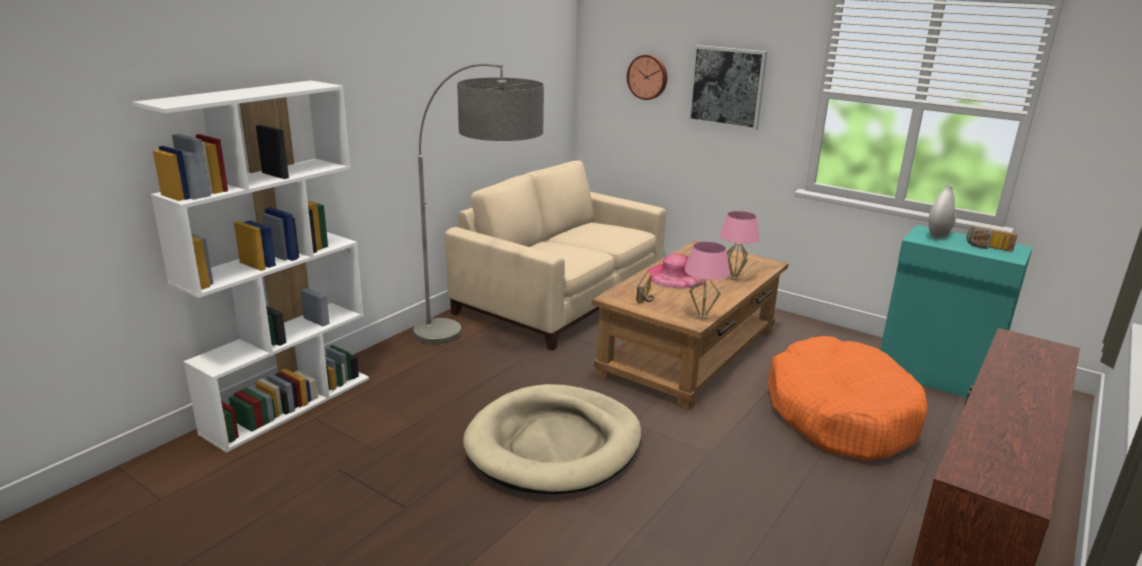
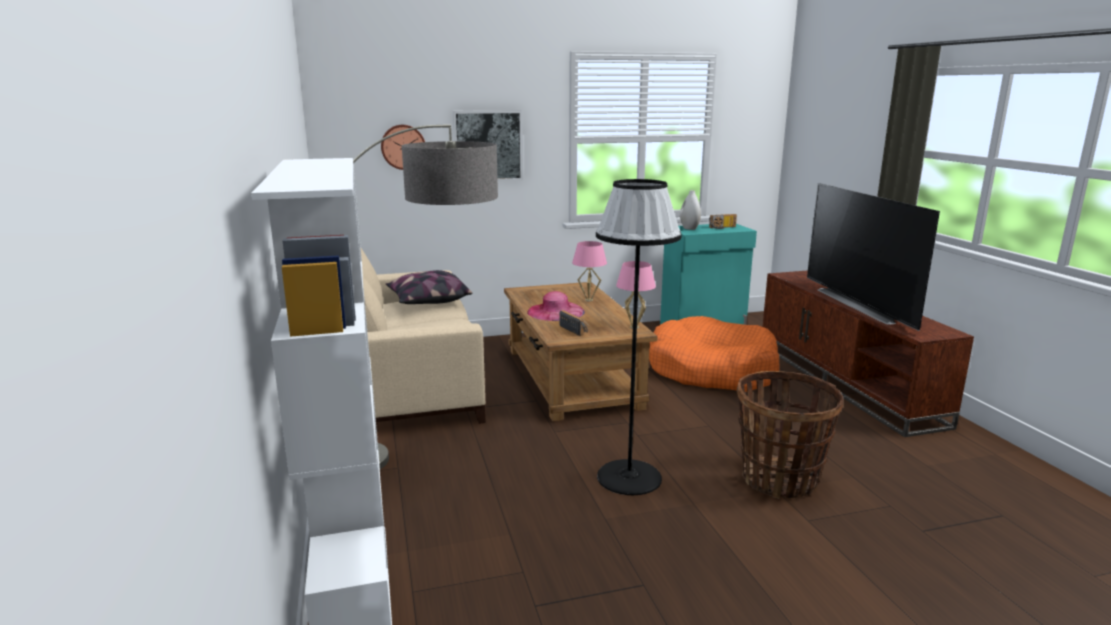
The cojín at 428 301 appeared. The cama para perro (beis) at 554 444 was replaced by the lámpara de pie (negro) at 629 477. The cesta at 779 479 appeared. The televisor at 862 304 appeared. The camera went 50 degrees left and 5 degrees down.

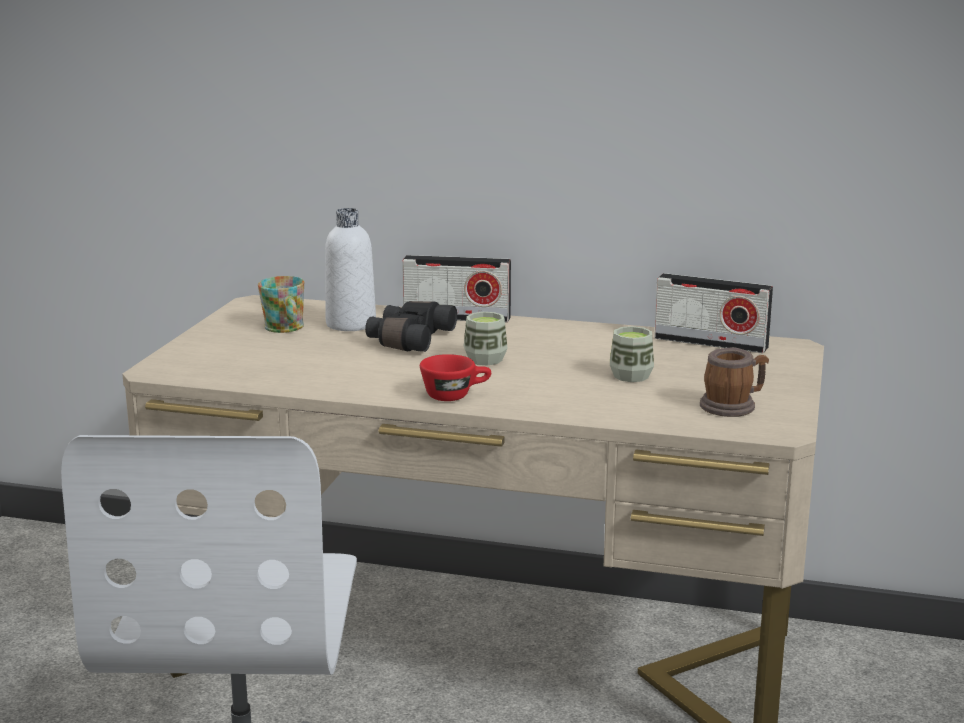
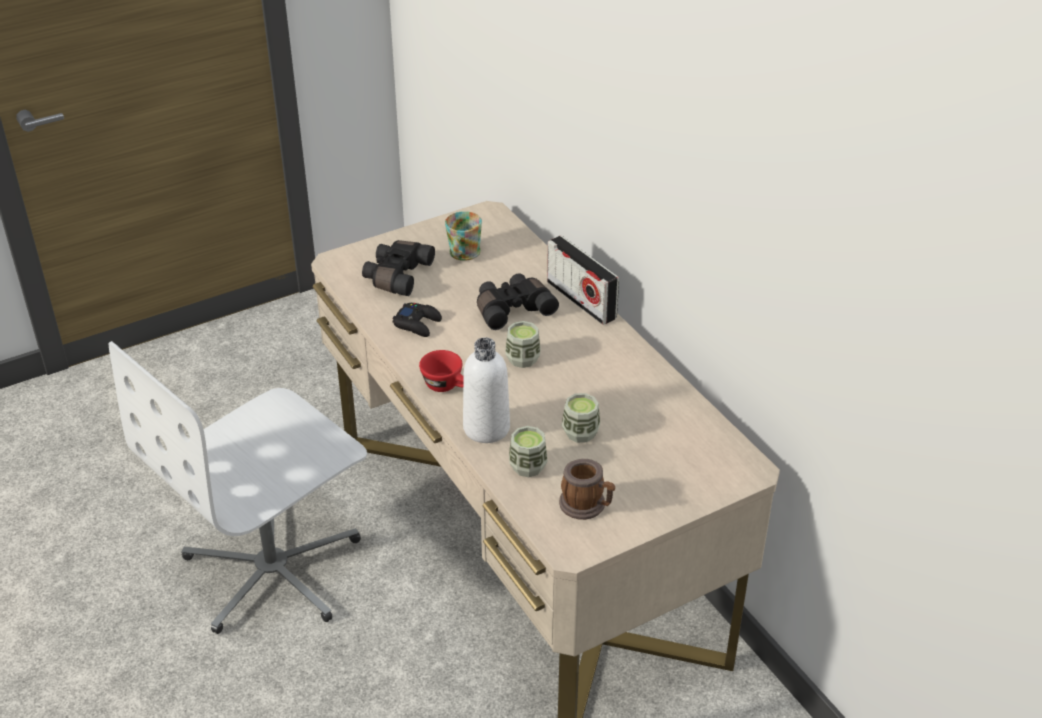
The prismáticos (negro) at 396 275 appeared. The mando de consola (negro) at 418 324 appeared. The botella (blanco) moved from 351 324 to 486 428. The taza at 528 466 appeared. The radio at 711 343 disappeared. The camera went 45 degrees right and 20 degrees up.

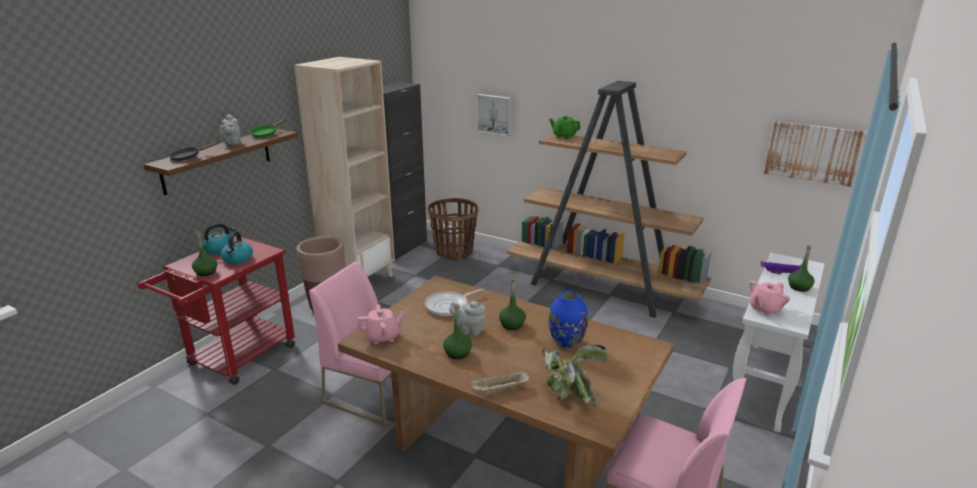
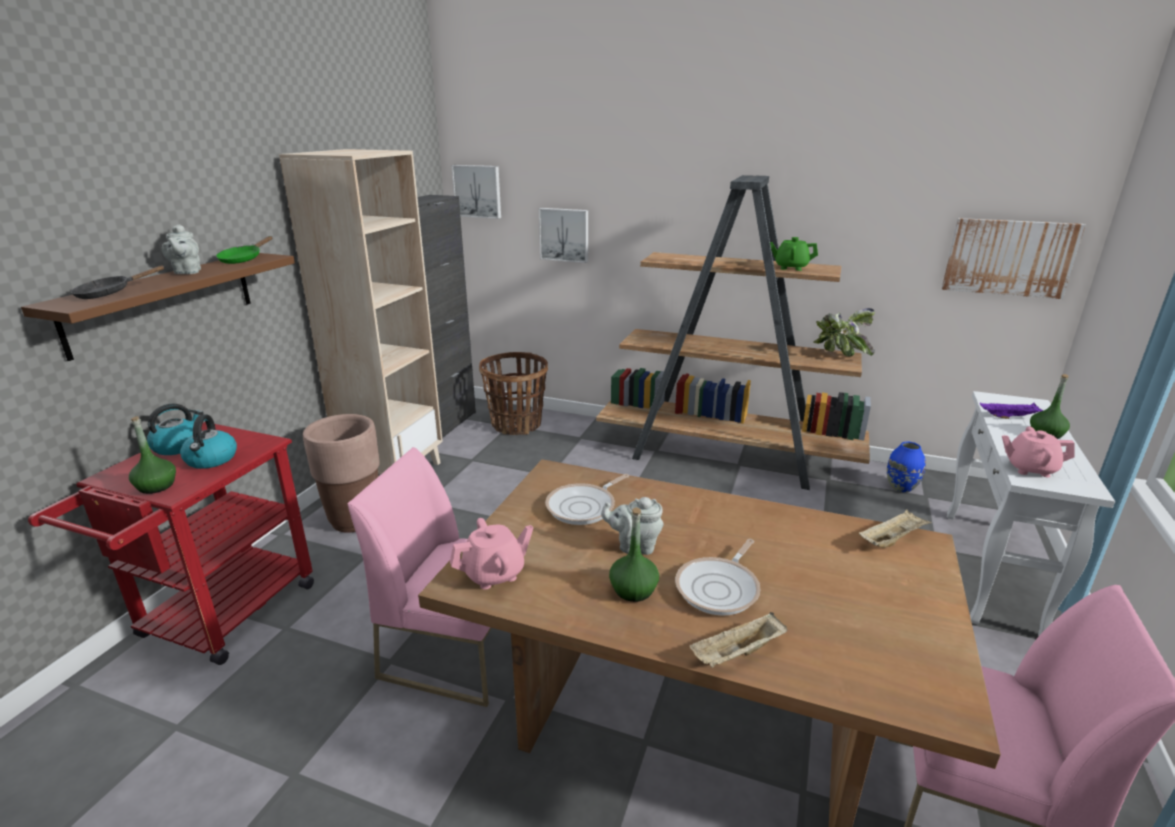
The cuadro at 478 191 appeared. The sartén at 720 588 appeared. The tetera (verde) moved from 564 136 to 790 268. The planta en maceta moved from 567 394 to 839 355. The bandeja (beis) at 891 539 appeared. The florero (azul) moved from 566 342 to 900 487. The tetera (rosa) at 765 309 turned 60 degrees clockwise. The botella (verde) at 512 324 disappeared. The camera went 10 degrees left and 0 degrees up.

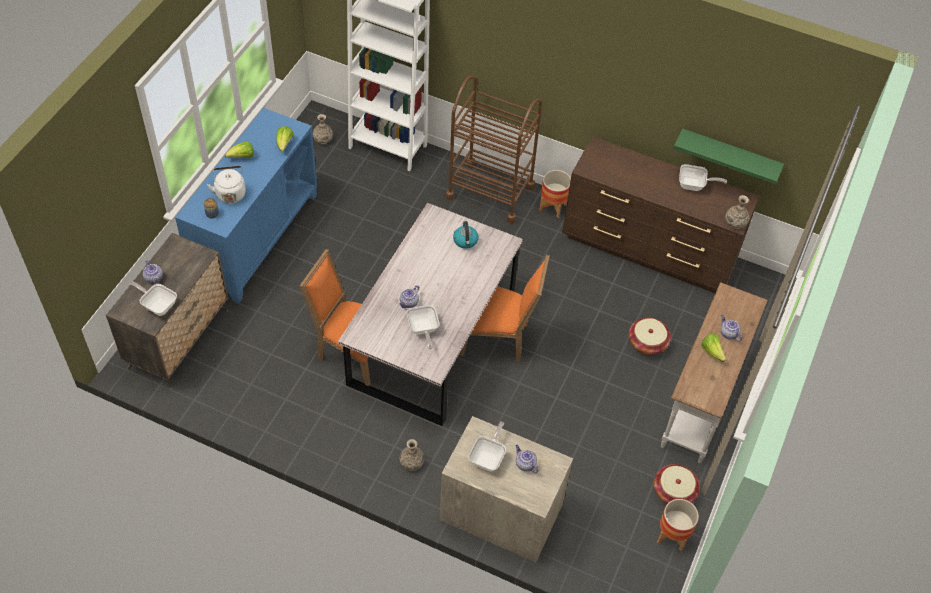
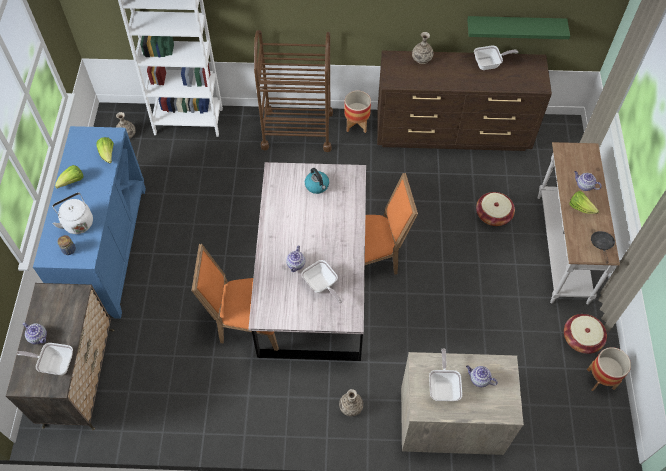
The florero moved from 735 222 to 422 58. The sartén (negro) at 601 245 appeared. The camera went 20 degrees left and 5 degrees up.

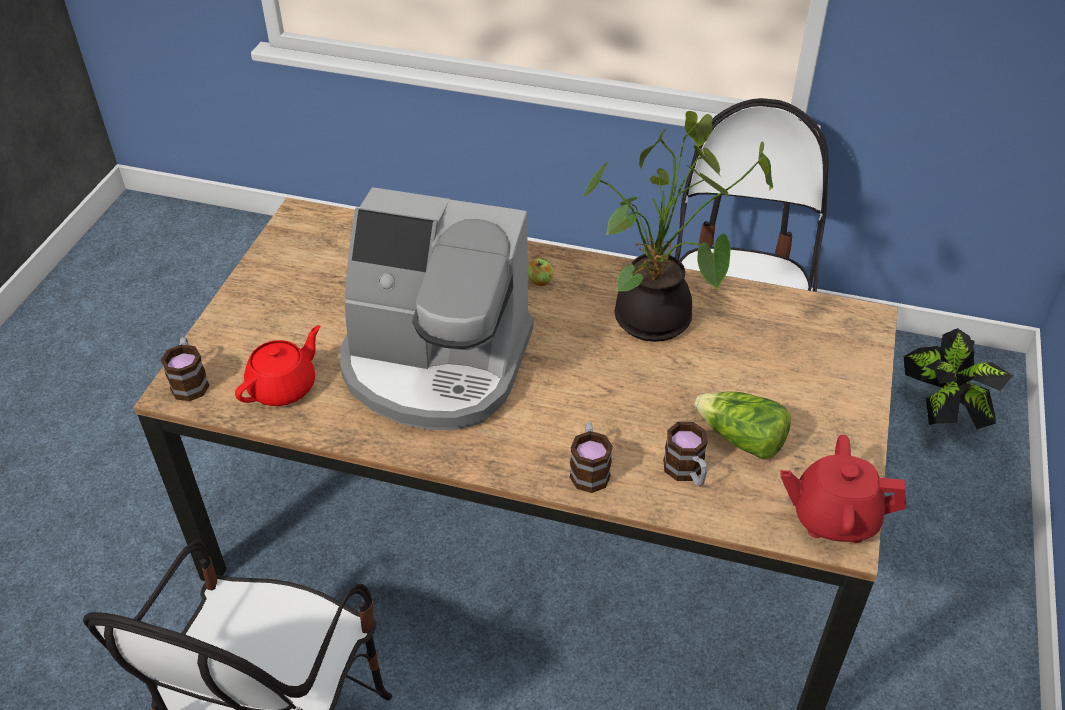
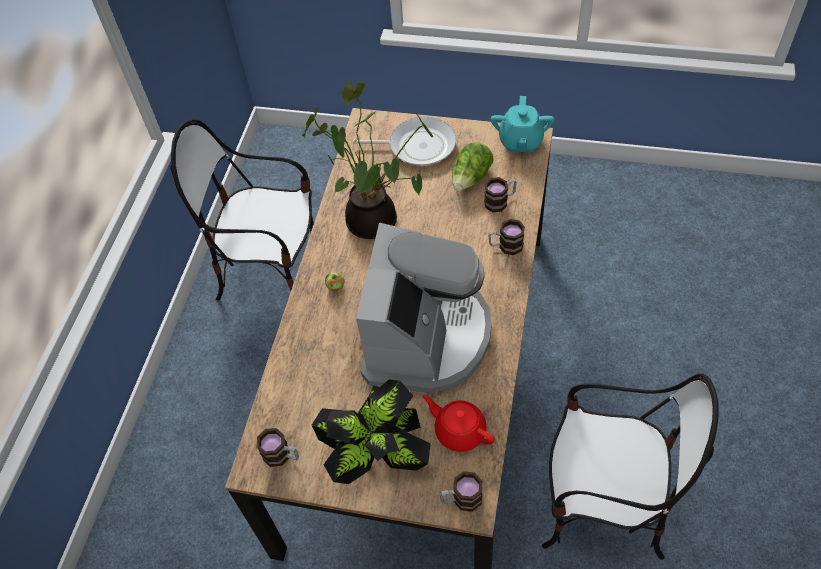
The taza grande at 282 456 appeared. The planta en maceta moved from 942 415 to 377 457. The sartén at 418 146 appeared. The tetera (rojo) at 833 518 became the tetera (turquesa) at 520 141. The camera went 90 degrees left and 10 degrees up.

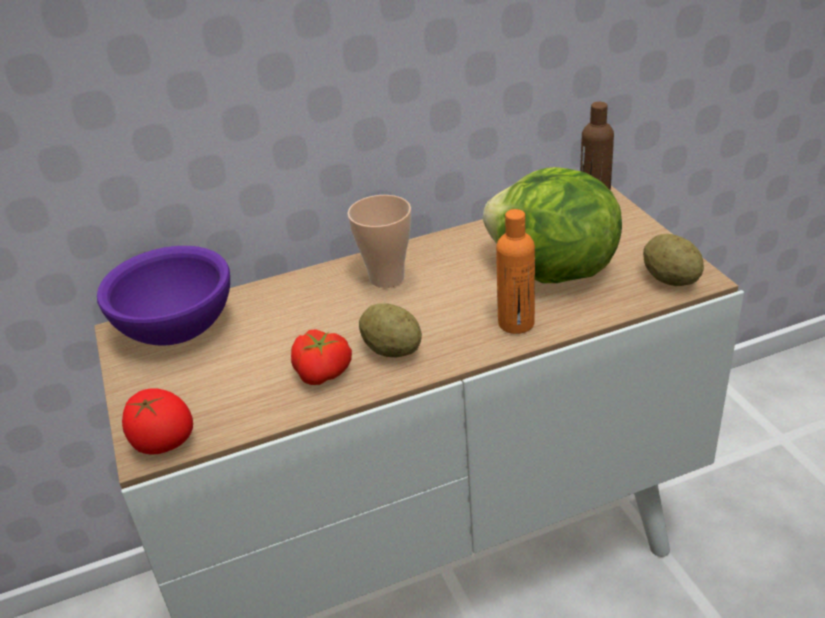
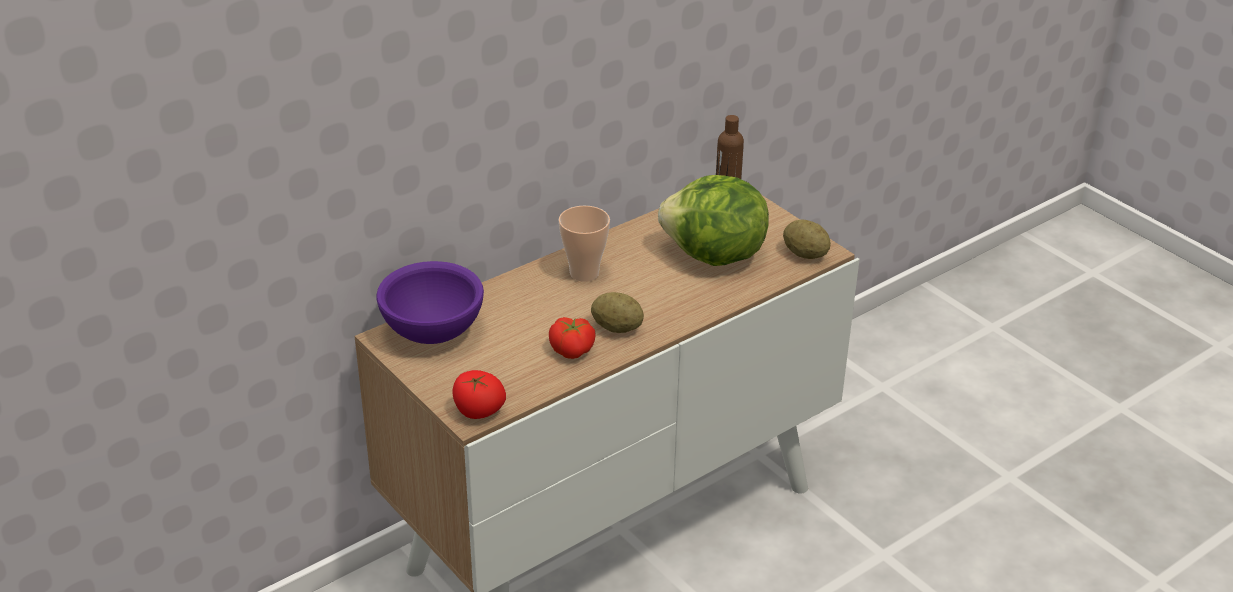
The botella (naranja) at 516 323 disappeared. The camera went 20 degrees left and 0 degrees up.

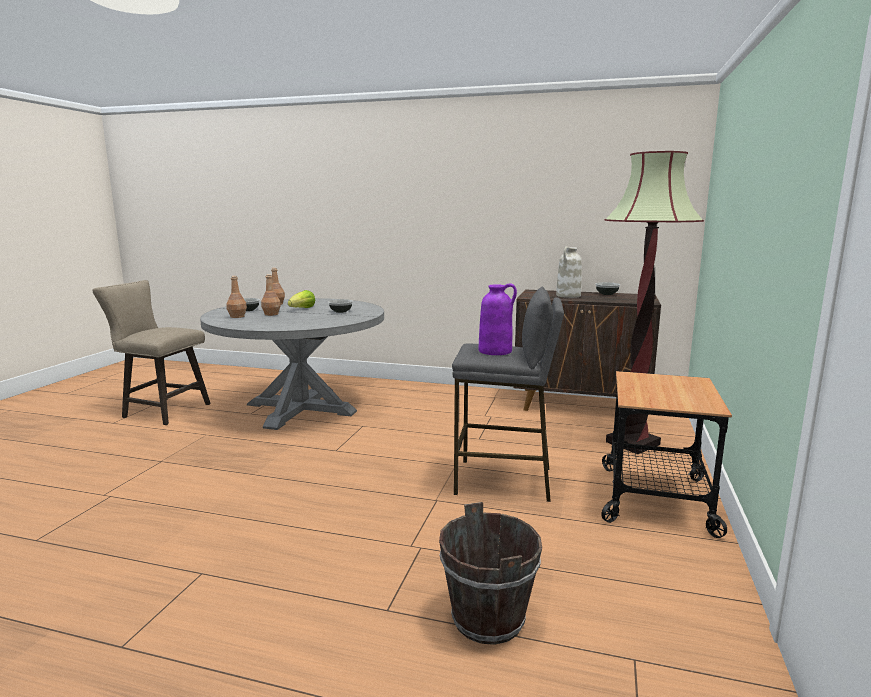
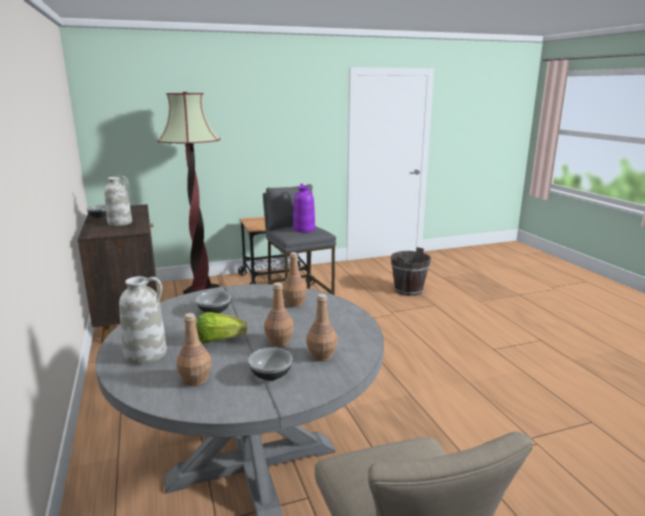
The florero (blanco) at 146 354 appeared. The botella (marrón) at 294 303 appeared. The camera went 125 degrees left and 5 degrees up.

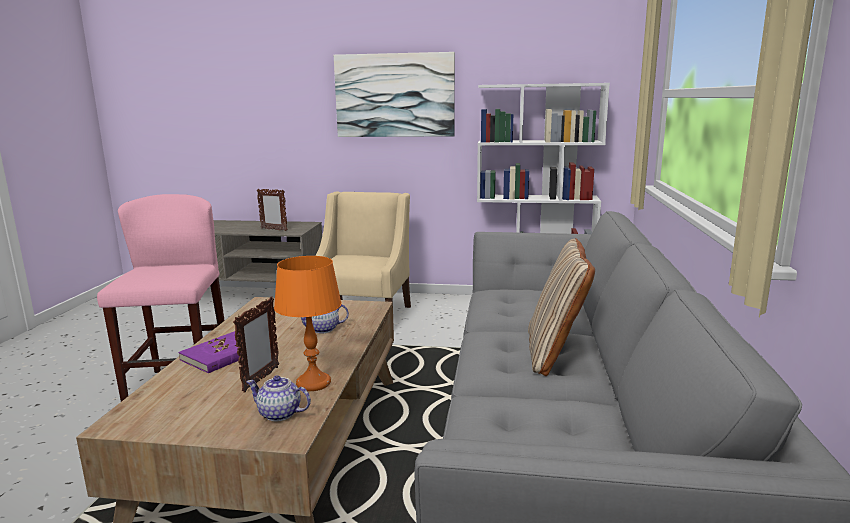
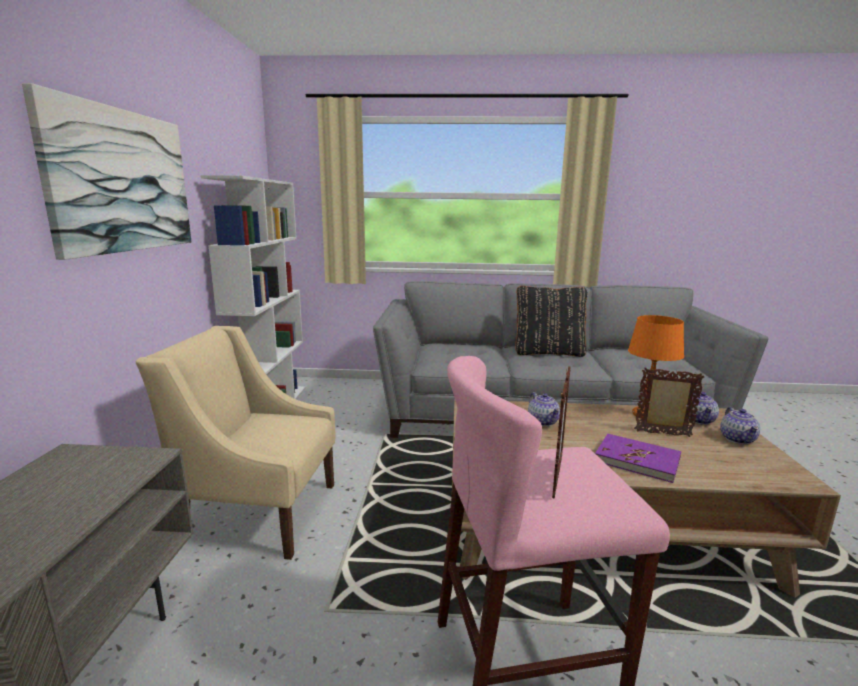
The cojín (beis) at 555 353 became the cojín (negro) at 548 352. The portarretratos moved from 274 229 to 556 478. The tetera at 737 439 appeared. The camera went 95 degrees left and 0 degrees up.

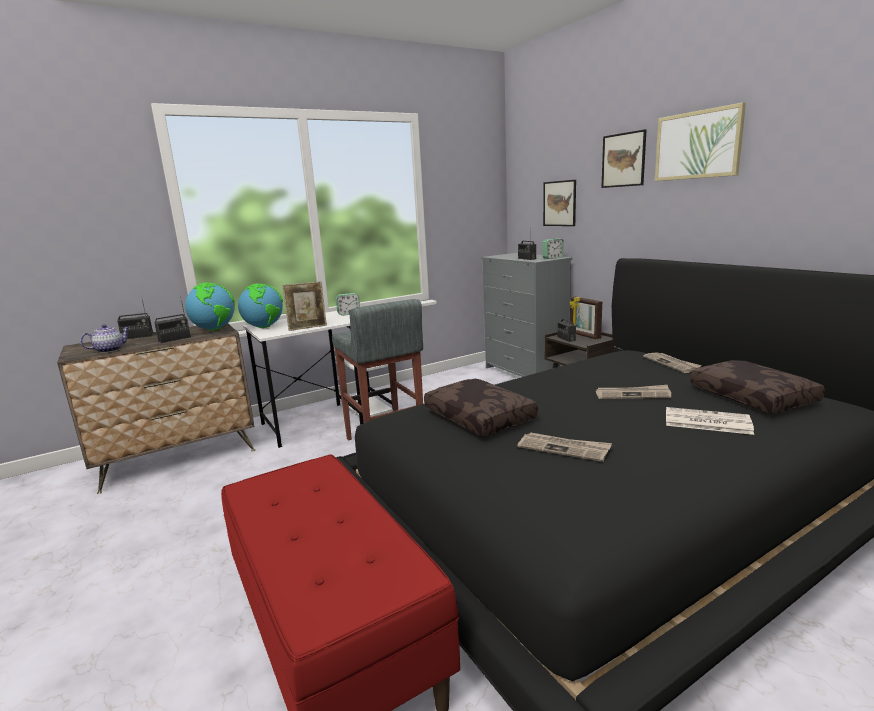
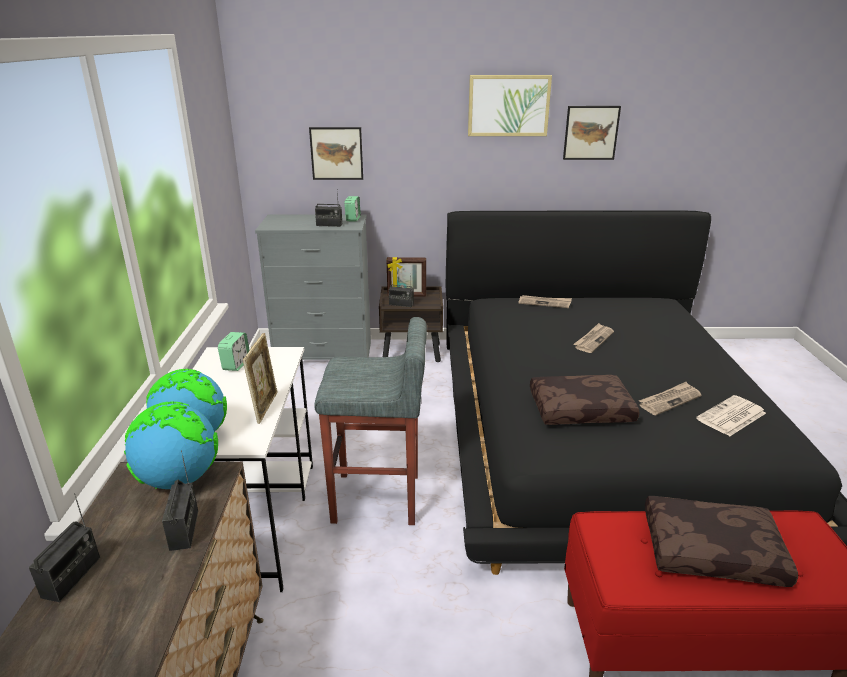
The cuadro moved from 623 160 to 591 133. The cojín (marrón) moved from 753 397 to 712 550. The periódico moved from 706 422 to 731 417. The tetera at 110 350 disappeared. The camera went 60 degrees left and 10 degrees up.

